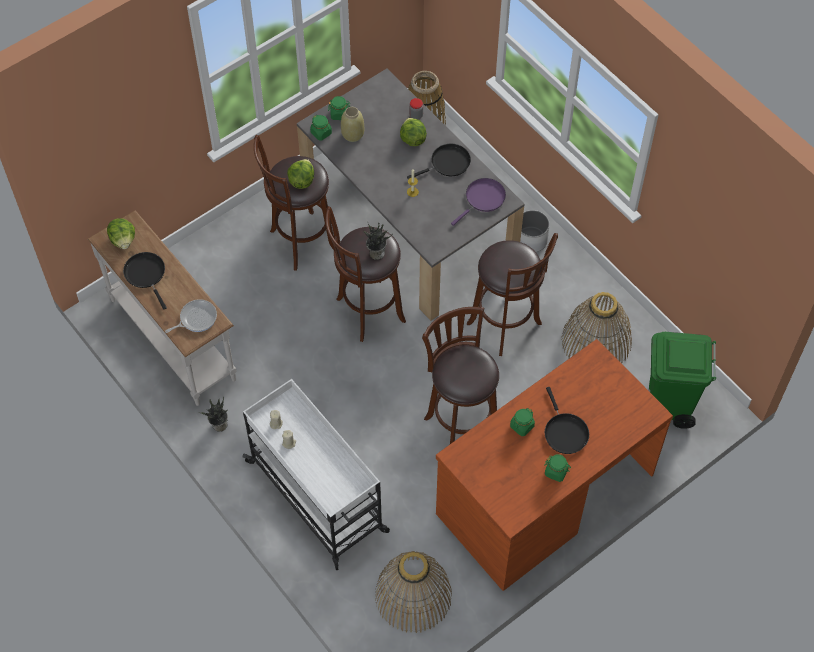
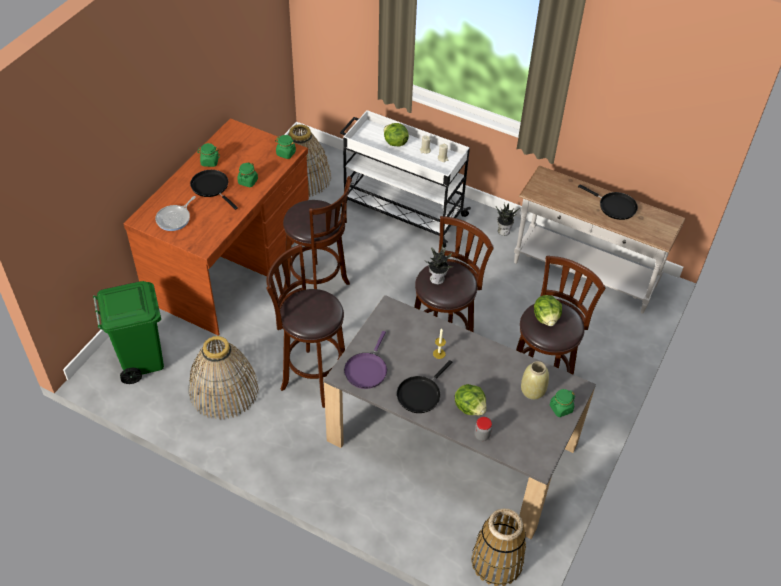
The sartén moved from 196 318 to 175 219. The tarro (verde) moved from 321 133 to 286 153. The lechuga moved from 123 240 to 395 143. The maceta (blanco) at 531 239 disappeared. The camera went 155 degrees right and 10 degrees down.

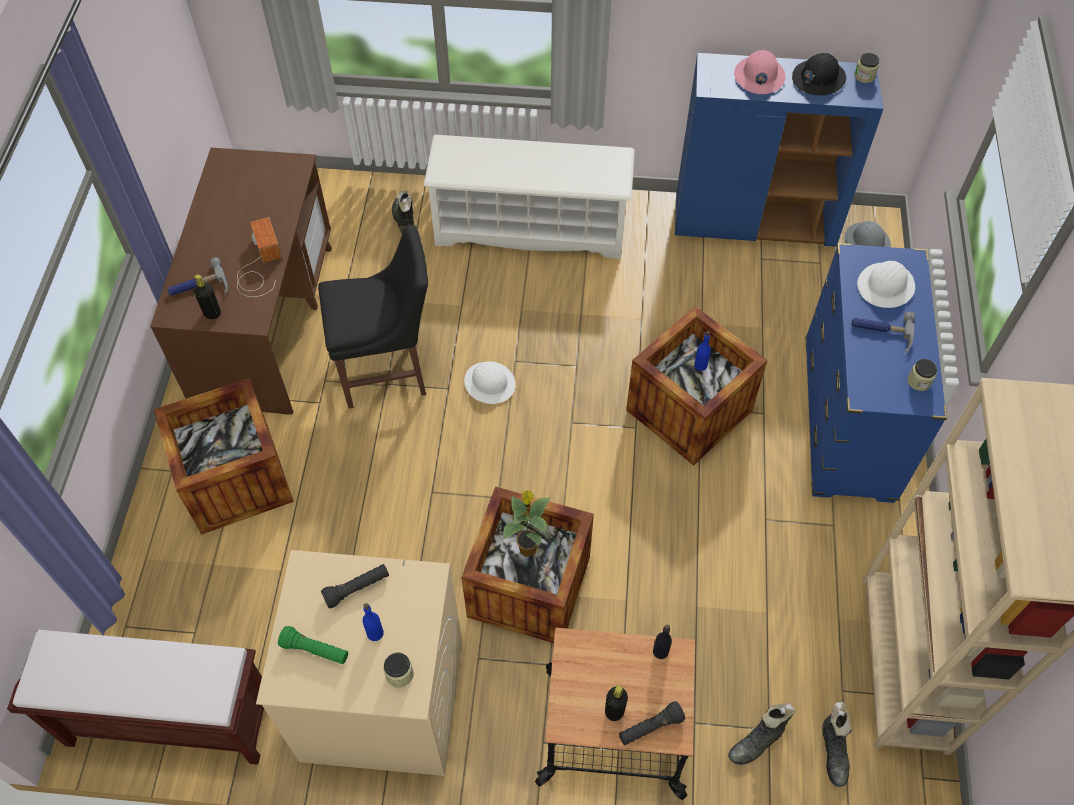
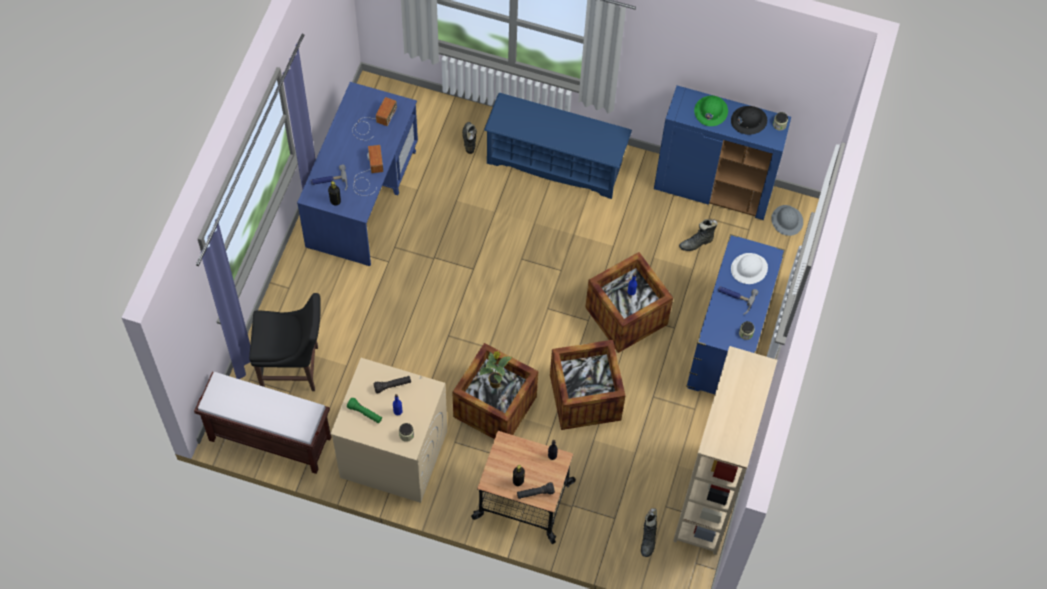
The silla (negro) moved from 388 371 to 293 368. The escritorio (marrón) at 264 321 became the escritorio (azul) at 362 196. The radio at 373 122 appeared. The zapatero (blanco) at 531 228 became the zapatero (azul) at 555 163. The caja de embalaje moved from 235 479 to 585 397. The bota (negro) moved from 757 743 to 697 243. The casco (rosa) at 759 76 became the casco (verde) at 710 111. The casco (blanco) at 490 383 disappeared. The camera went 10 degrees right and 5 degrees up.

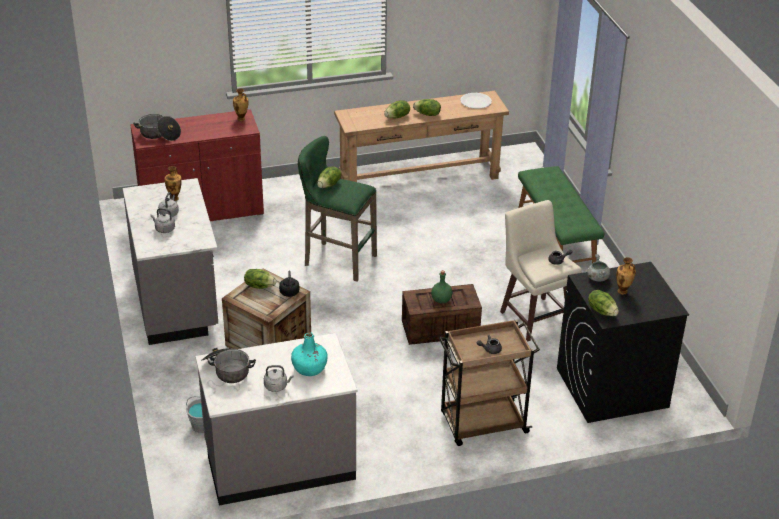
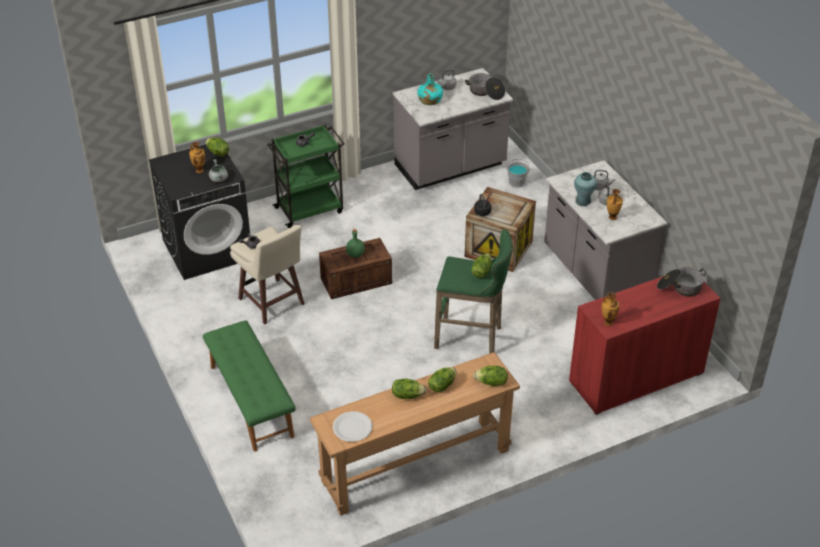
The carrito (marrón) at 482 424 became the carrito (verde) at 310 209. The lechuga moved from 259 286 to 491 382. The florero (turquesa) at 583 201 appeared. The camera went 170 degrees right and 5 degrees up.

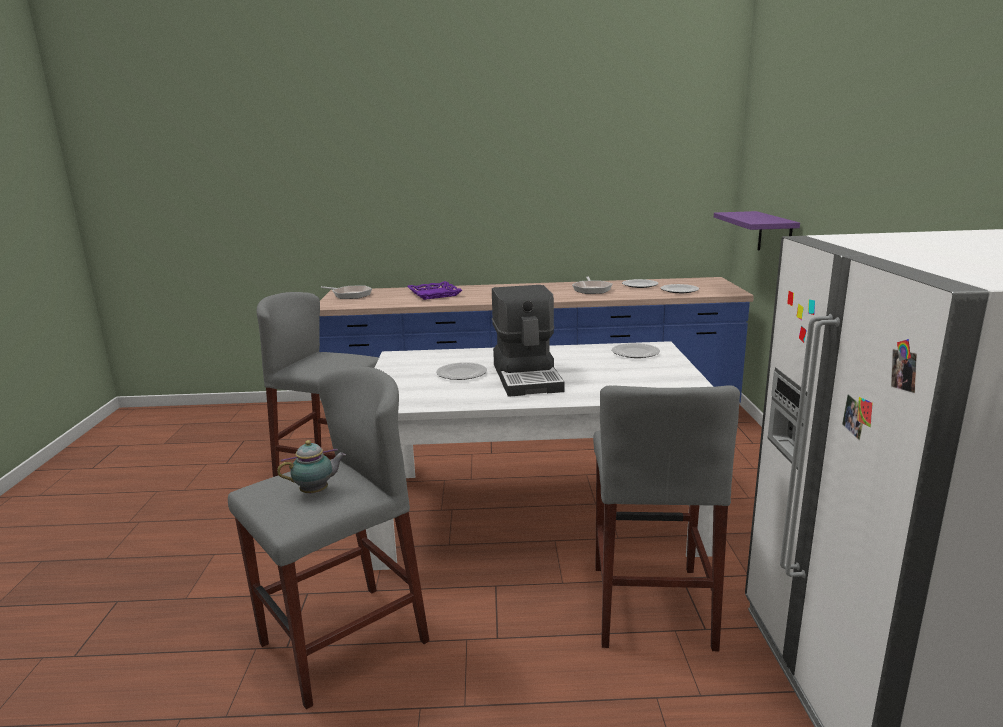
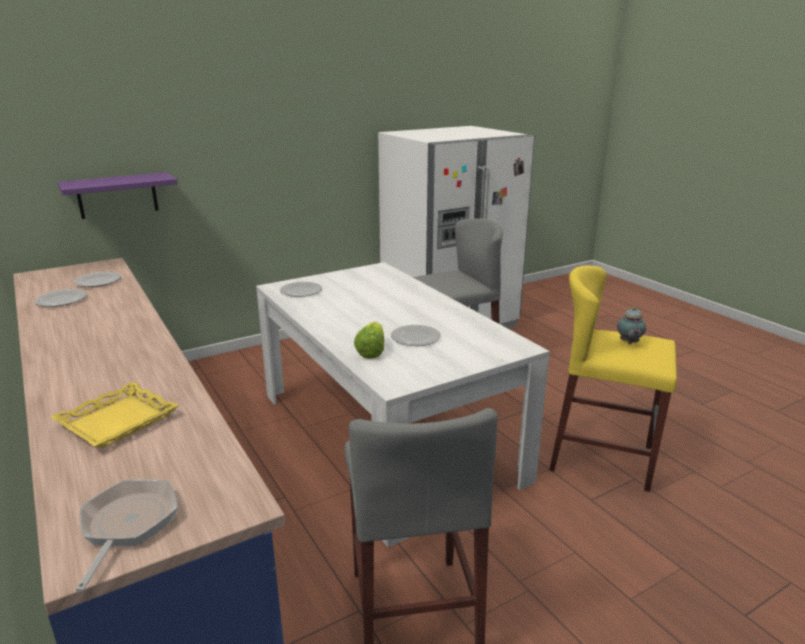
The bandeja (morado) at 434 294 became the bandeja (amarillo) at 118 421. The lechuga at 371 351 appeared. The taburete (gris) at 343 642 became the taburete (amarillo) at 602 458. The tetera at 316 492 turned 120 degrees counterclockwise. The cafetera at 528 377 disappeared. The sartén at 591 289 disappeared. The camera went 120 degrees left and 5 degrees up.

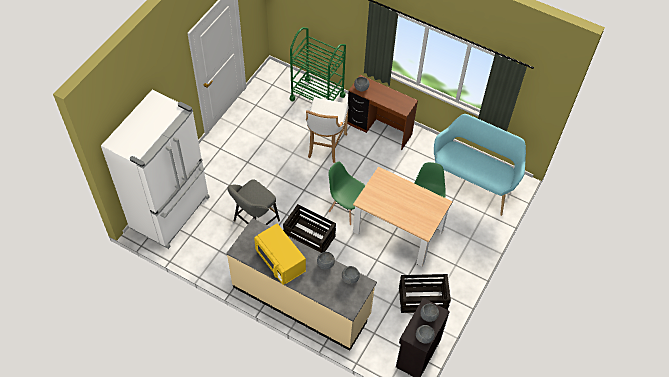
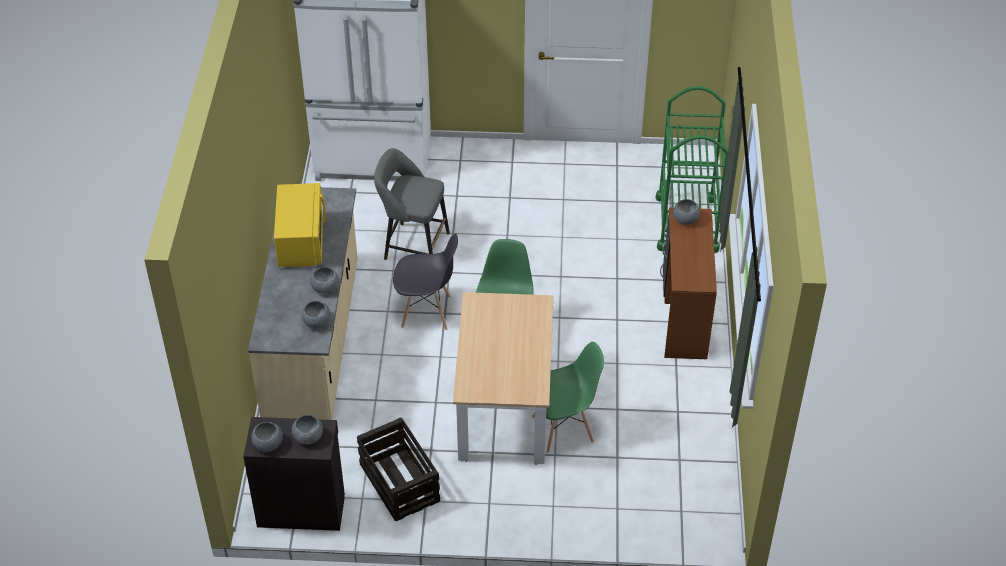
The microondas (amarillo) at 280 261 turned 150 degrees clockwise. The caja de embalaje at 310 237 was replaced by the silla (gris) at 427 312. The taburete (blanco) at 325 146 disappeared. The banco (turquesa) at 472 182 disappeared. The camera went 65 degrees right and 10 degrees down.

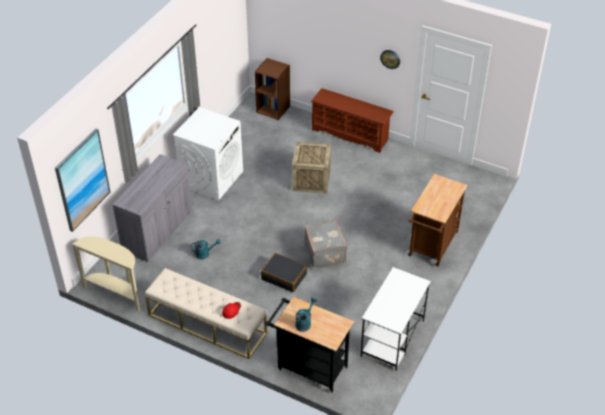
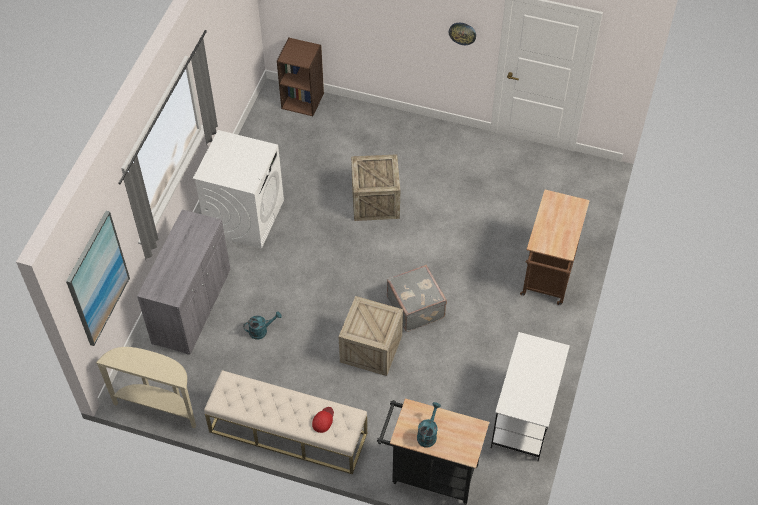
The maleta (negro) at 284 276 was replaced by the caja de embalaje at 371 348. The zapatero (marrón) at 351 134 disappeared. The camera went 10 degrees left and 10 degrees up.

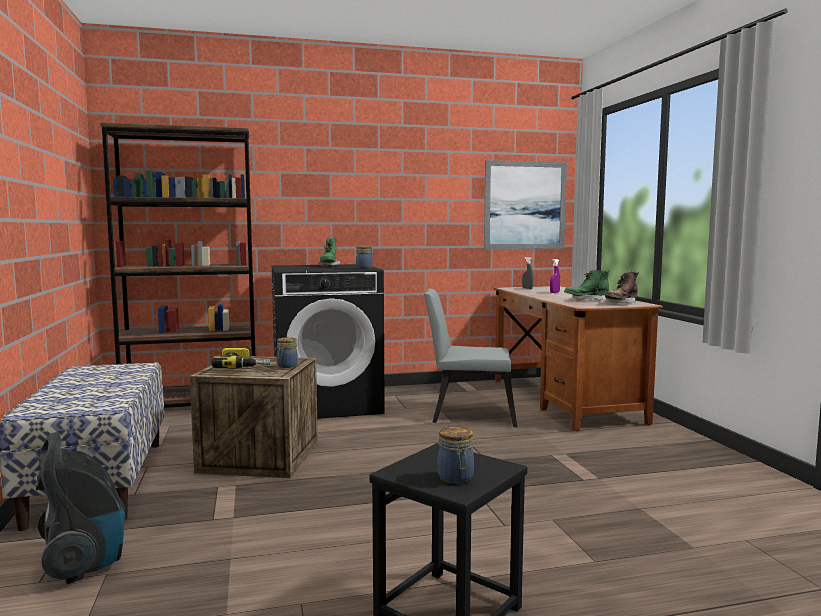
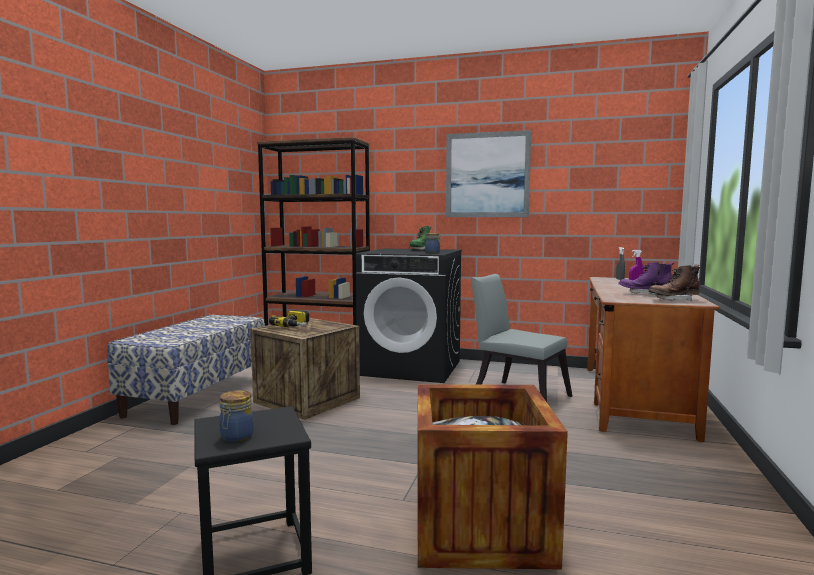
The caja de embalaje at 480 526 appeared. The cuadro moved from 525 205 to 487 175. The bota (verde) at 586 300 became the bota (morado) at 644 294. The aspiradora at 84 562 disappeared. The tarro at 286 366 disappeared. The camera went 30 degrees right and 0 degrees up.

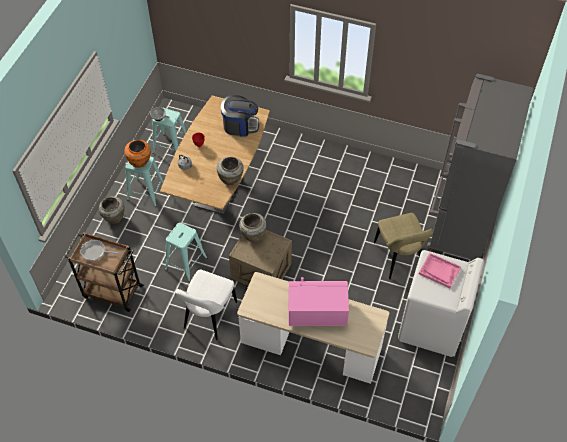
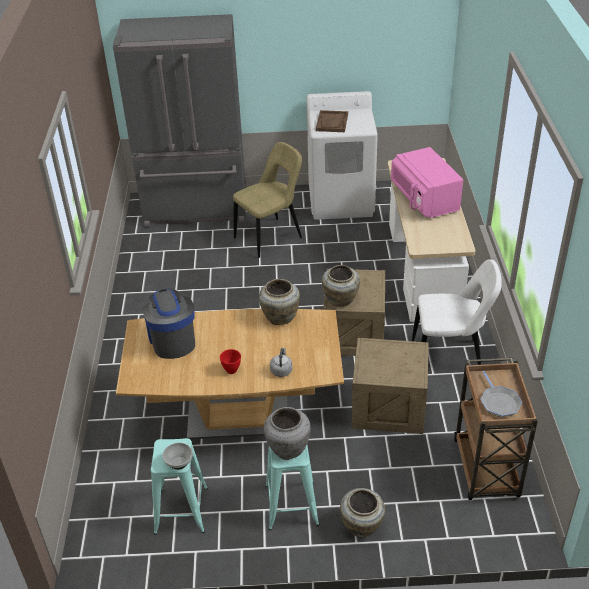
The florero (naranja) at 140 162 became the florero (gris) at 288 448. The bandeja (rosa) at 439 271 became the bandeja (marrón) at 332 122. The taburete (turquesa) at 186 263 was replaced by the caja de embalaje at 389 407. The camera went 110 degrees left and 15 degrees down.

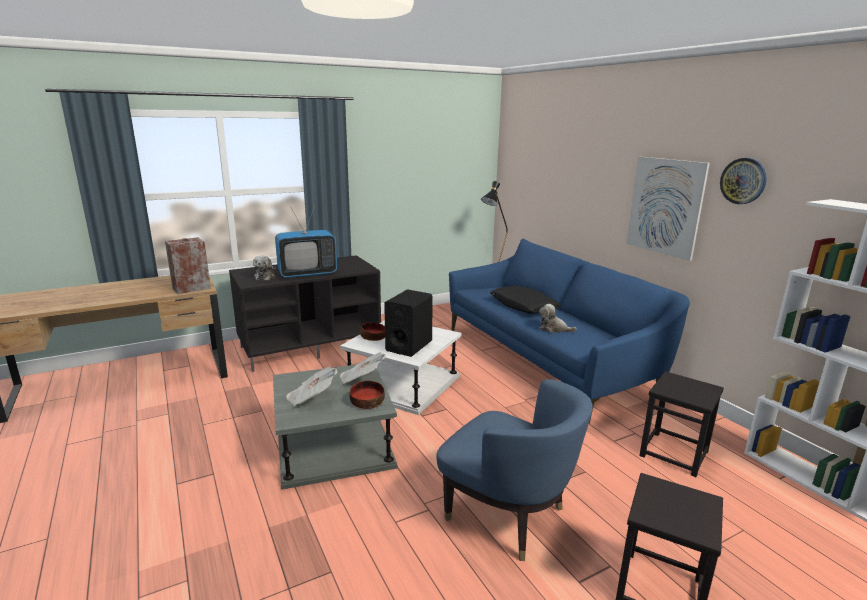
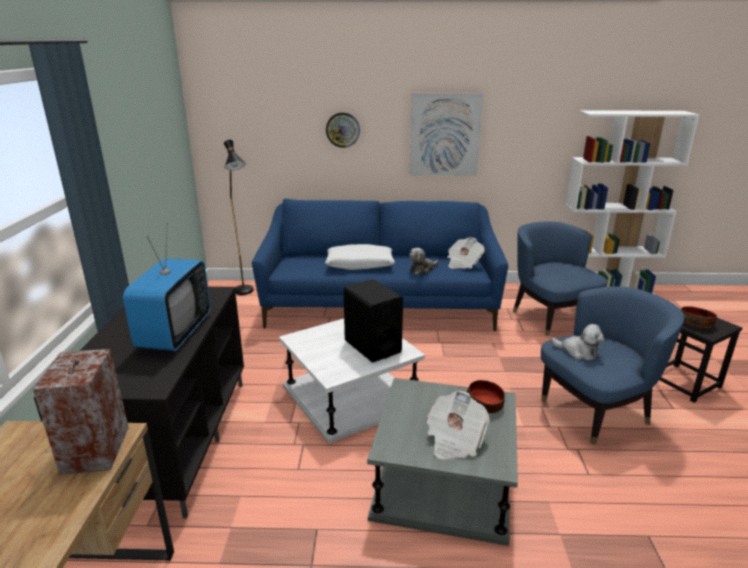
The cojín (negro) at 523 307 became the cojín (blanco) at 359 264. The reloj de pared moved from 743 181 to 342 130. The periódico moved from 361 379 to 463 263. The taburete (negro) at 674 453 was replaced by the sillón (azul) at 549 317. The peluche moved from 266 276 to 578 352. The cuenco moved from 373 337 to 696 323. The camera went 60 degrees left and 5 degrees up.

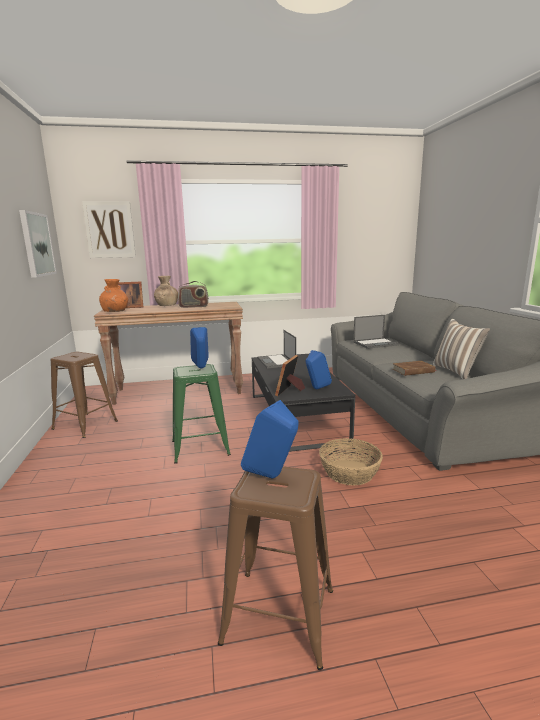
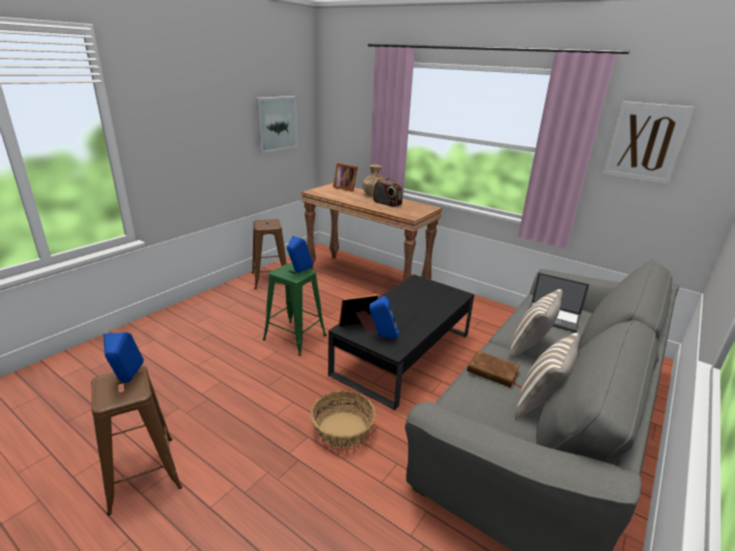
The cojín at 530 349 appeared. The cuadro moved from 109 230 to 645 142. The florero (naranja) at 115 311 disappeared. The portátil at 276 362 disappeared. The camera went 45 degrees right and 10 degrees up.

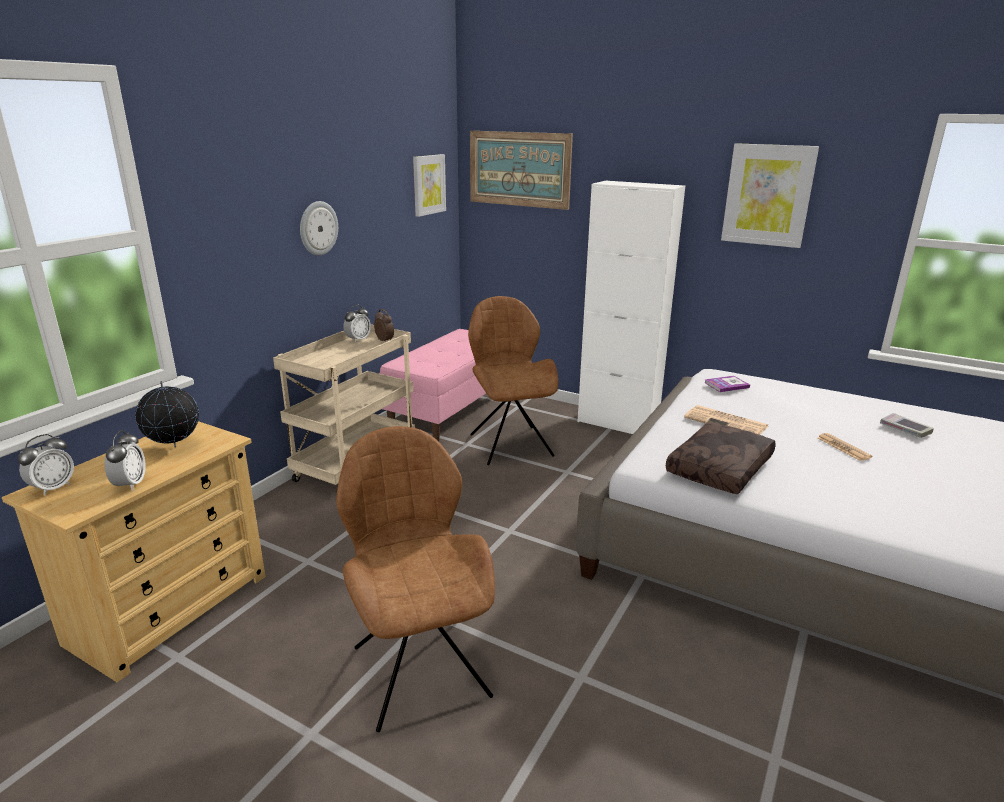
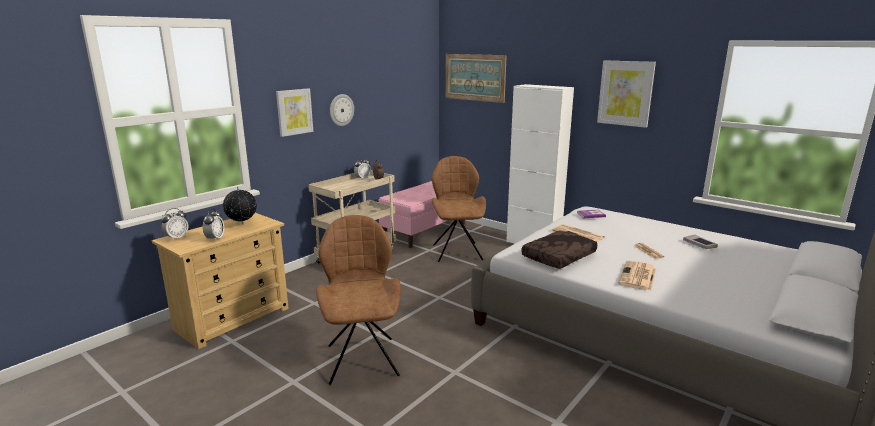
The cuadro moved from 428 184 to 294 112. The periódico at 638 276 appeared. The camera went 10 degrees right and 5 degrees down.

